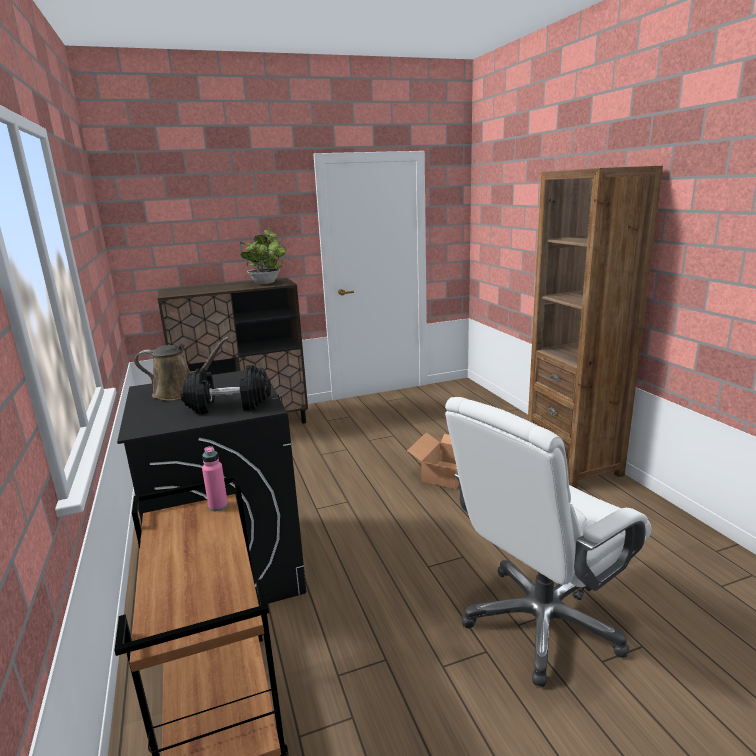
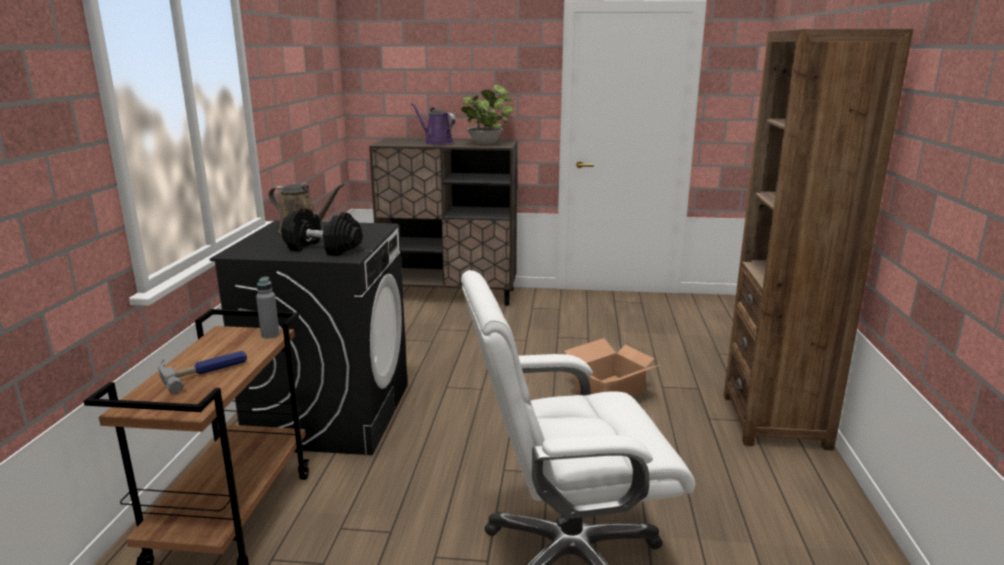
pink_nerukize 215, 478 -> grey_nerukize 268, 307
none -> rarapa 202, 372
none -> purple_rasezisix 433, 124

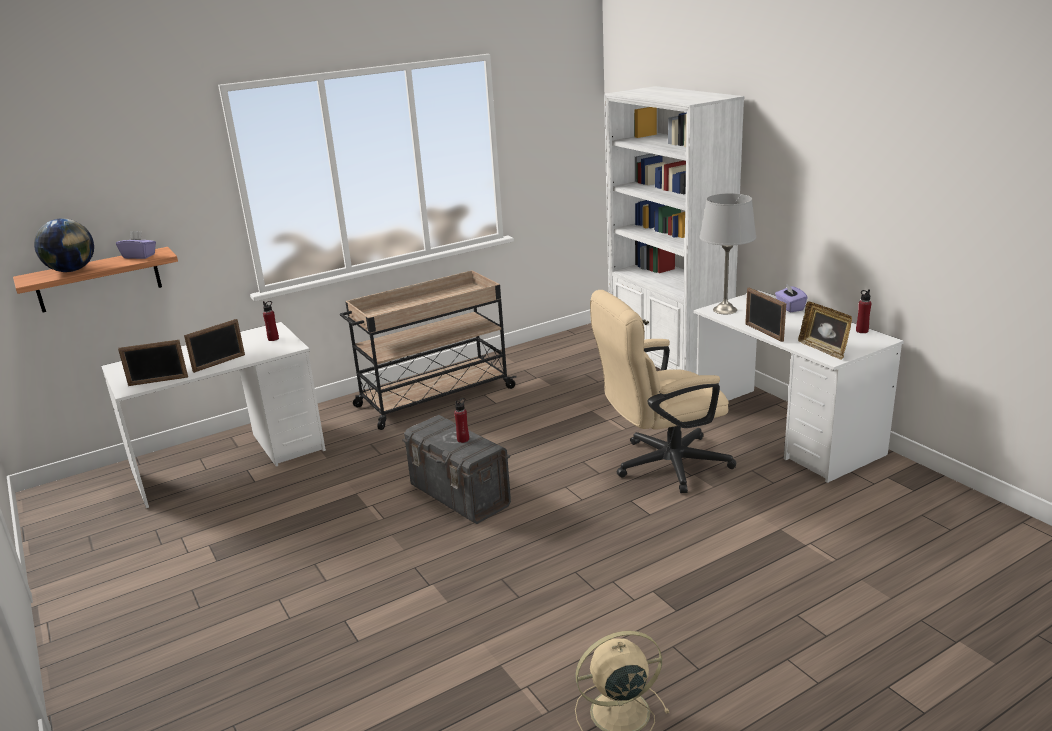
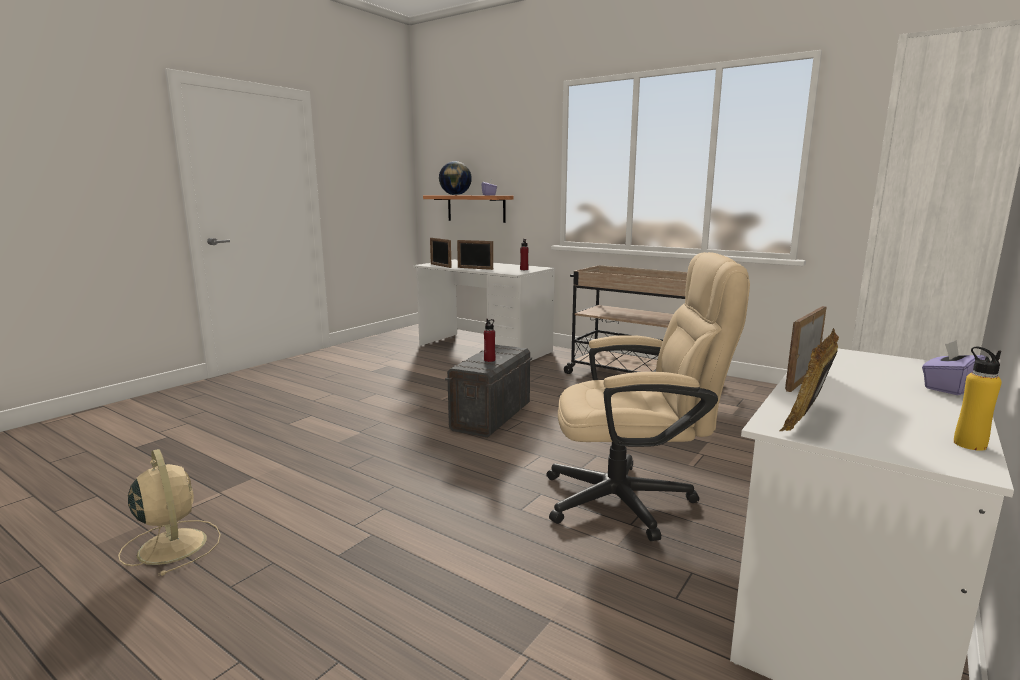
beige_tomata 663, 391 -> beige_tomata 648, 396, 135 degrees clockwise
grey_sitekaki 728, 253 -> none
red_nerukize 864, 311 -> yellow_nerukize 978, 399

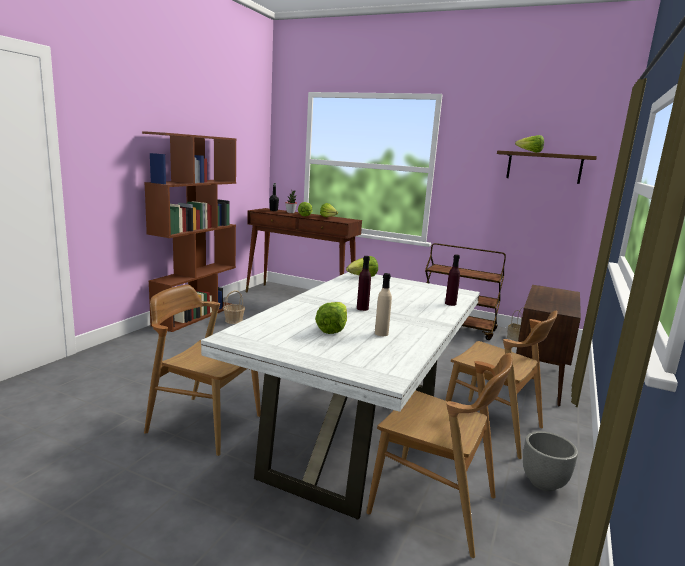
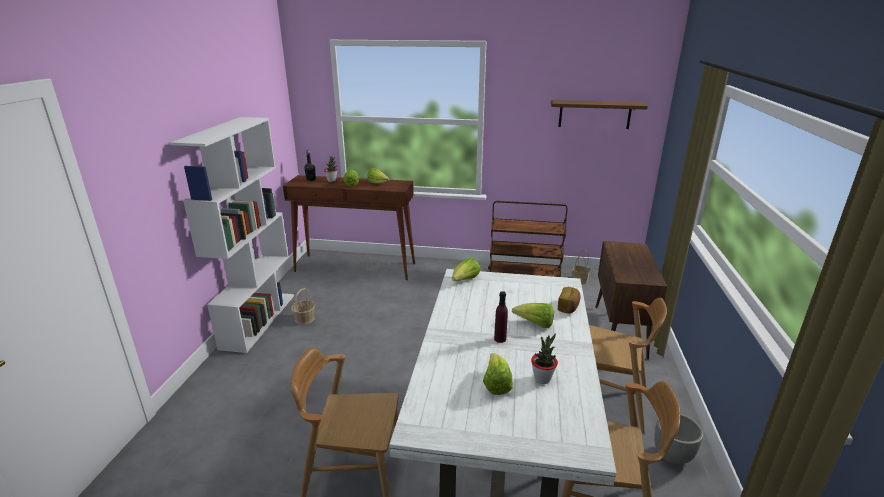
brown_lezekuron 189, 231 -> white_lezekuron 232, 235
beige_nerukize 383, 304 -> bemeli 544, 358
purple_nerukize 452, 280 -> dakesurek 569, 300
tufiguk 529, 144 -> tufiguk 533, 315, move

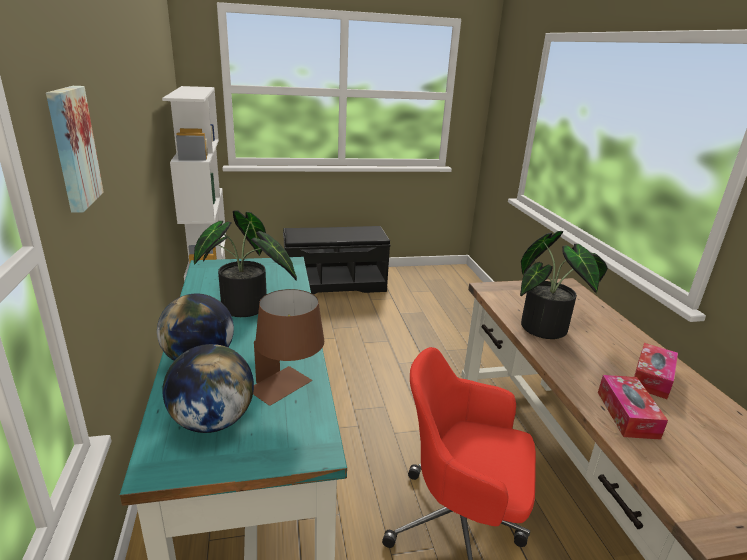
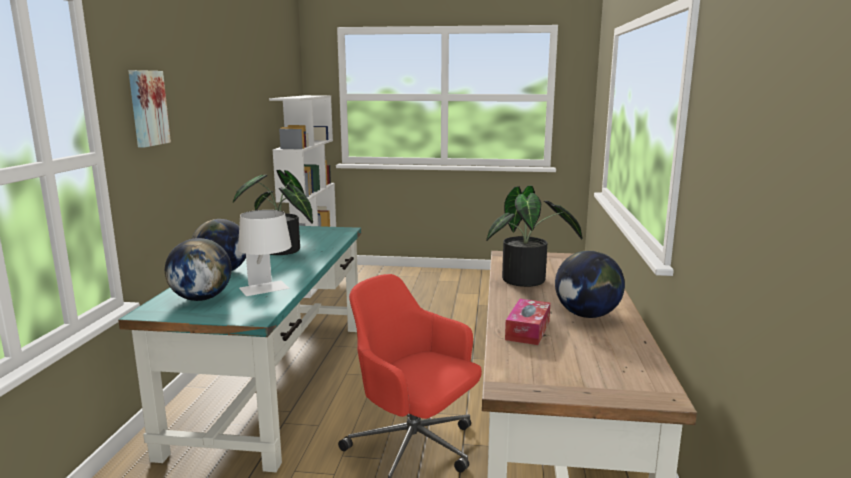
brown_sitekaki 288, 347 -> white_sitekaki 265, 253
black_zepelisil 336, 260 -> none
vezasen 656, 371 -> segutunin 590, 284

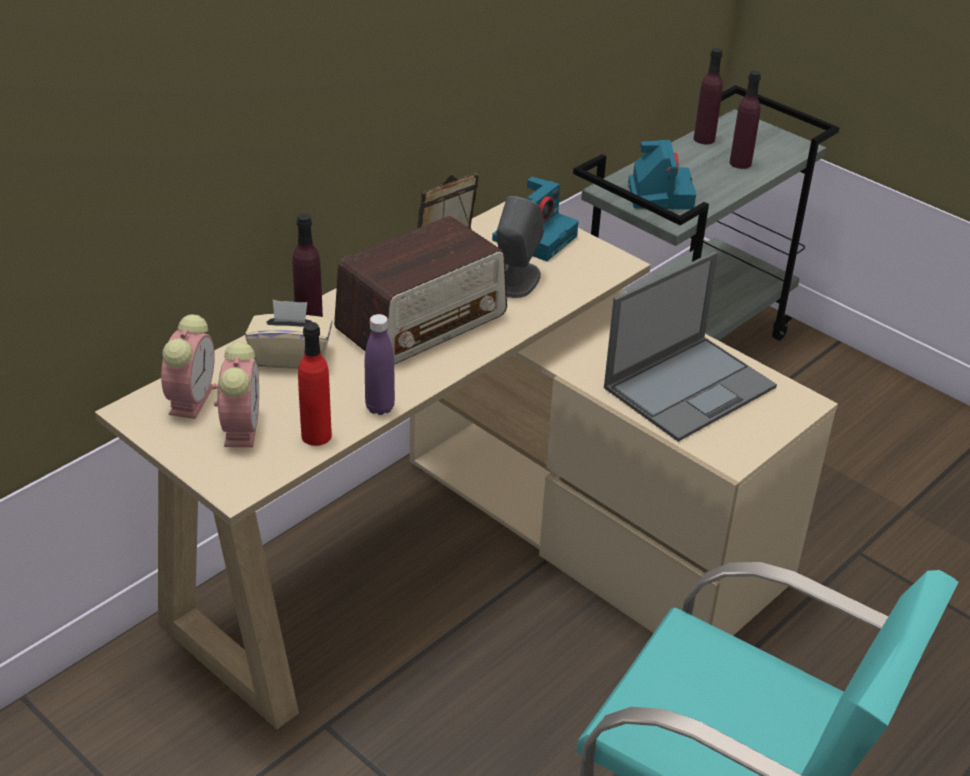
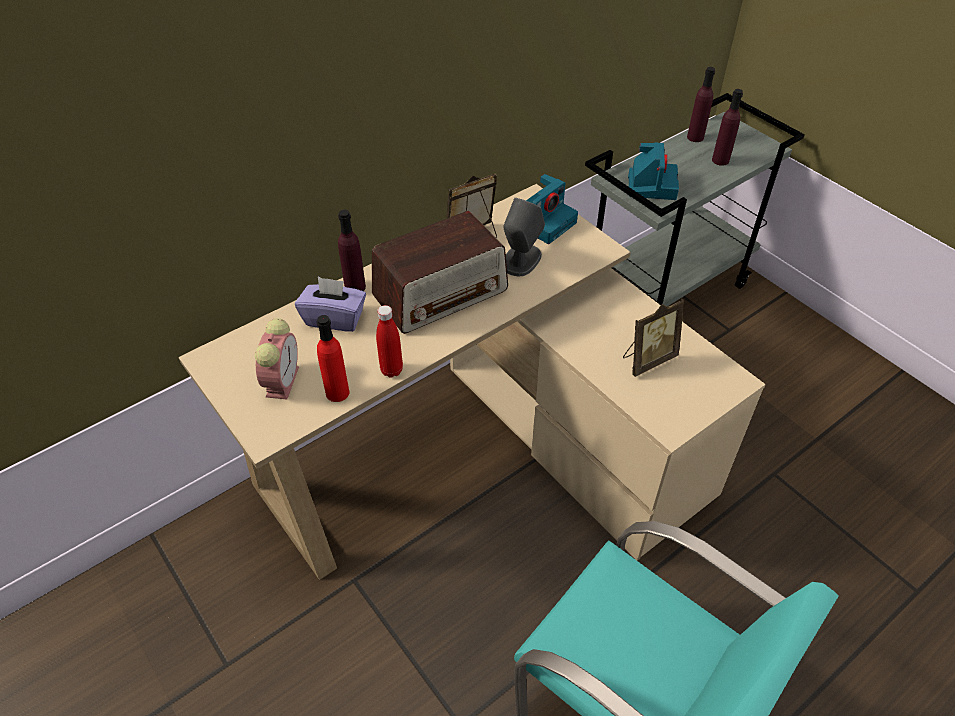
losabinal 188, 367 -> none
beige_vezasen 289, 334 -> purple_vezasen 330, 304
purple_nerukize 380, 364 -> red_nerukize 389, 341
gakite 690, 346 -> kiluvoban 653, 338

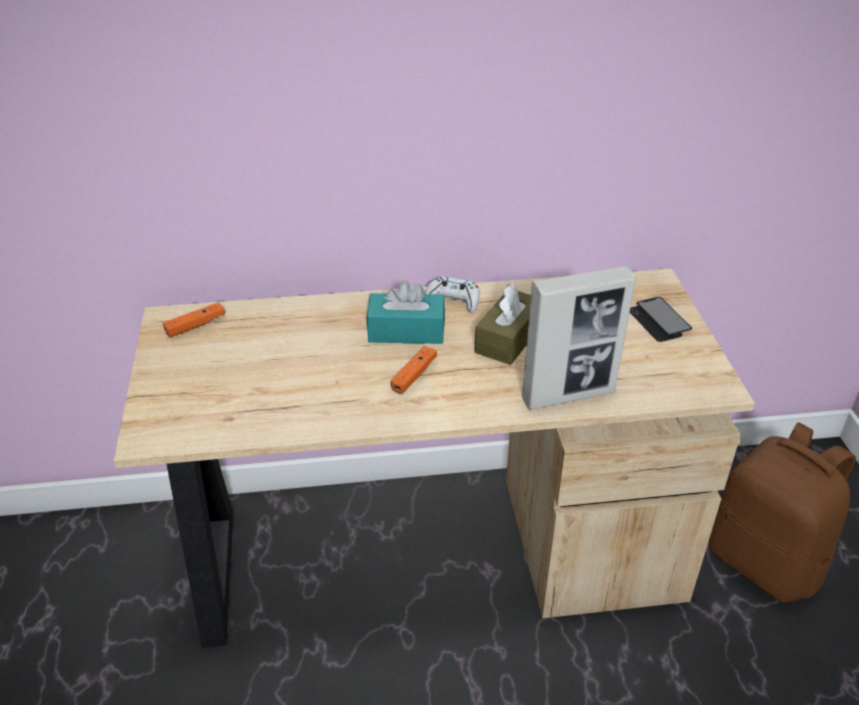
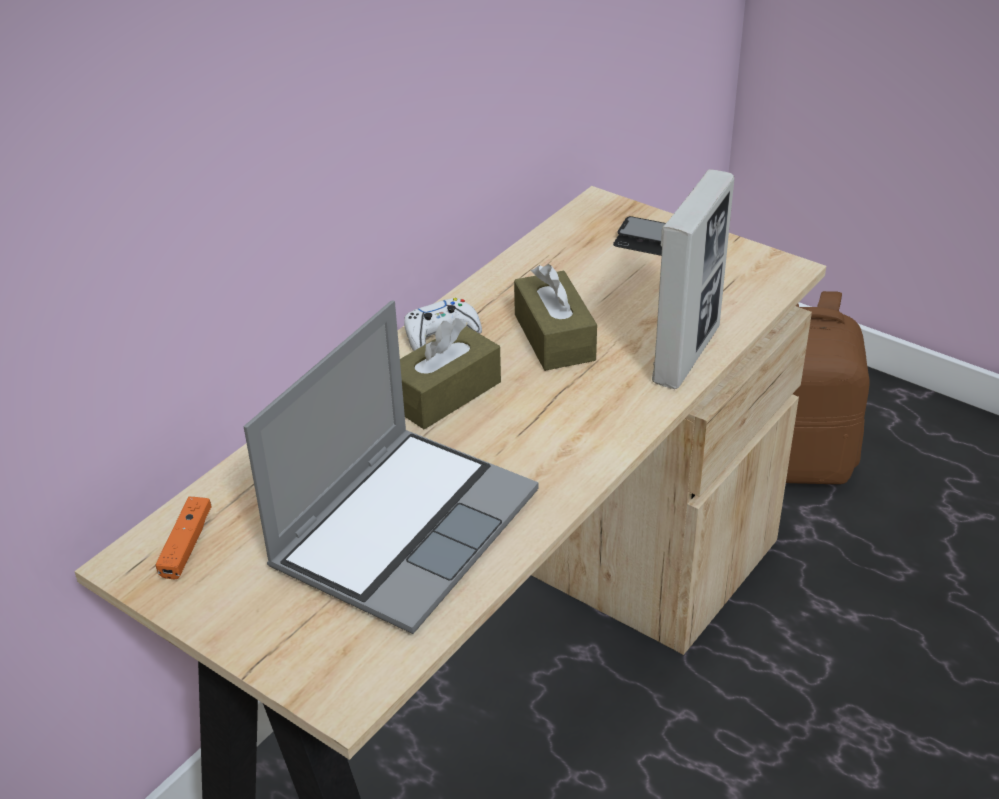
turquoise_vezasen 406, 312 -> brown_vezasen 450, 373
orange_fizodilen 414, 370 -> none
none -> gakite 391, 467

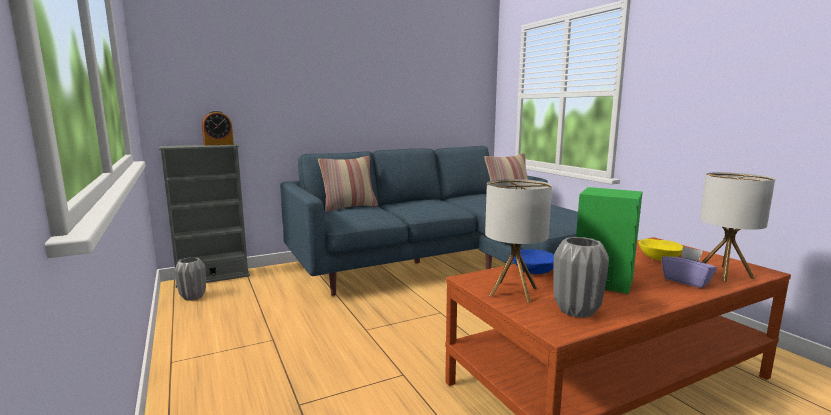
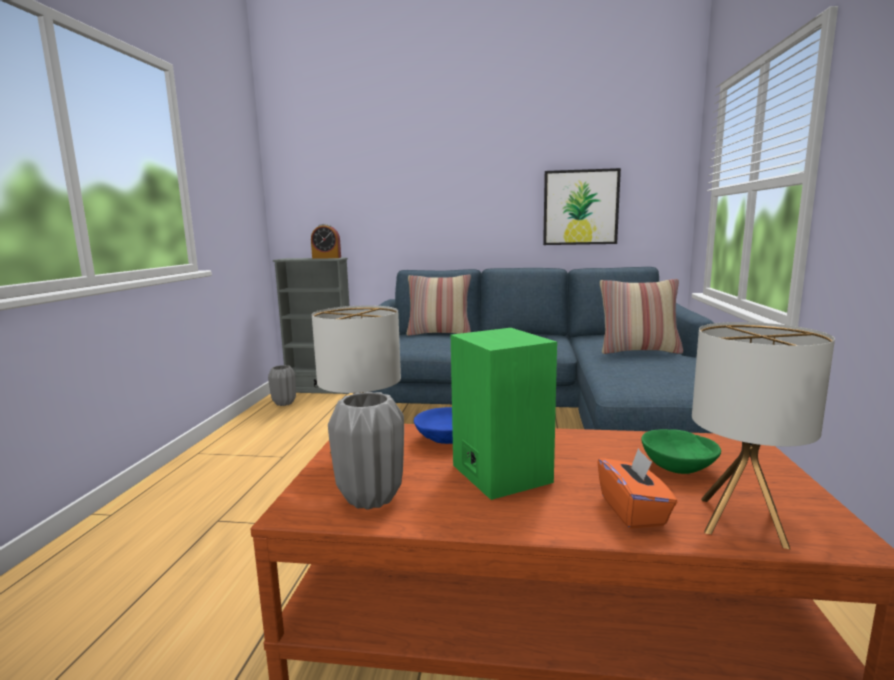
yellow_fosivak 660, 250 -> green_fosivak 681, 451
purple_vezasen 689, 267 -> orange_vezasen 637, 488
none -> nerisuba 582, 206

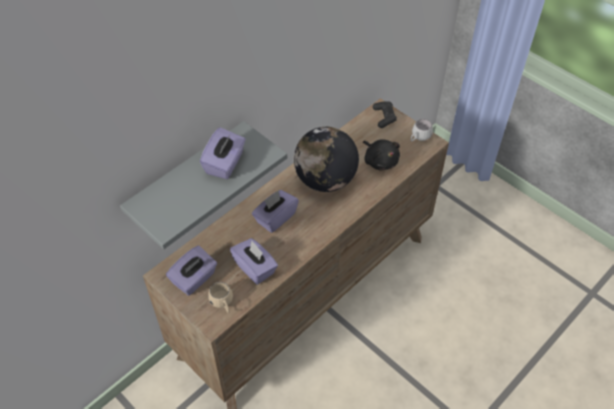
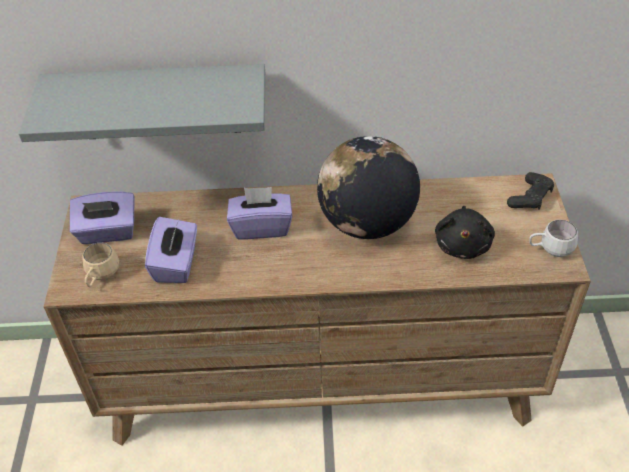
purple_vezasen 223, 153 -> none

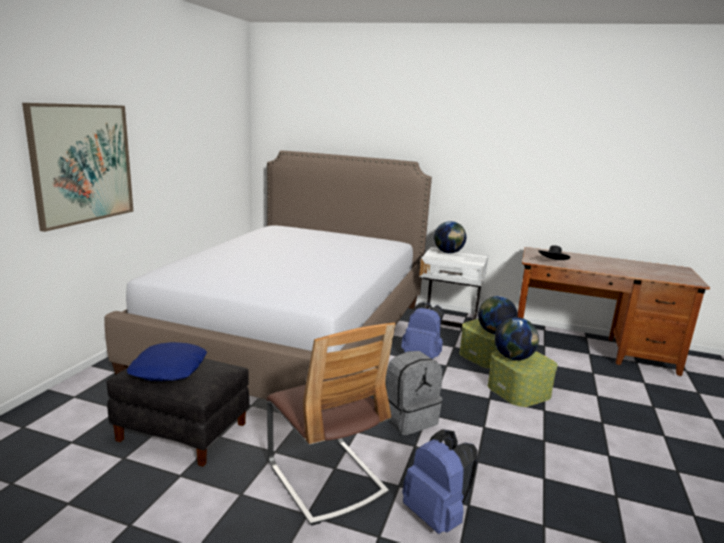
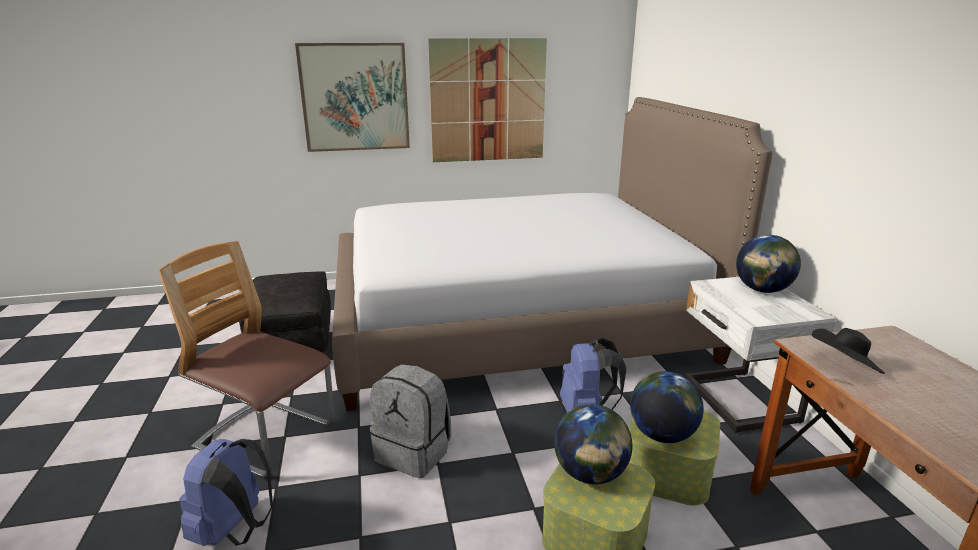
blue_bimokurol 167, 361 -> none
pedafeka 331, 424 -> pedafeka 246, 359, 90 degrees clockwise
none -> nerisuba 487, 100

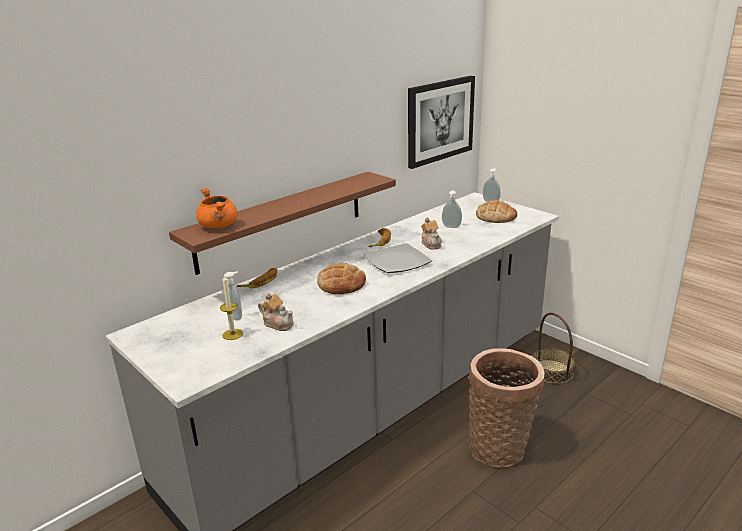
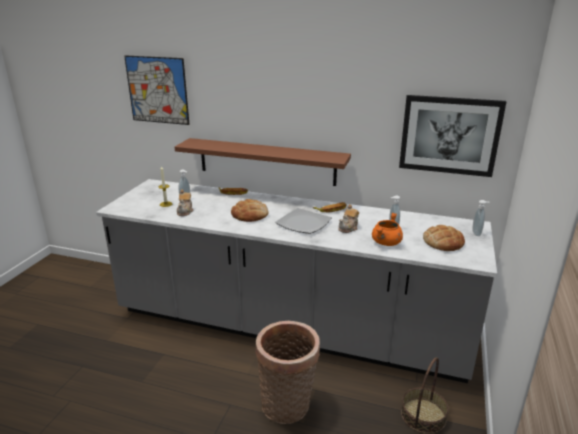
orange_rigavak 216, 208 -> orange_rigavak 387, 229, move
none -> nerisuba 157, 90

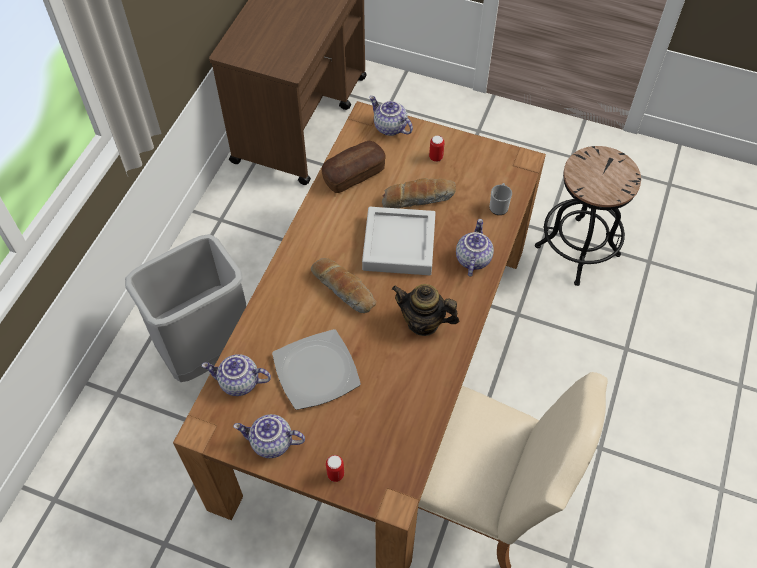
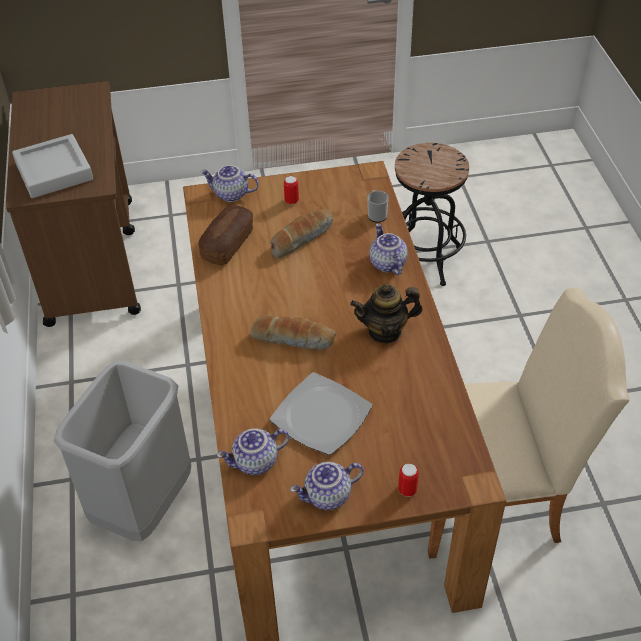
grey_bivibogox 399, 241 -> grey_bivibogox 52, 166, move

